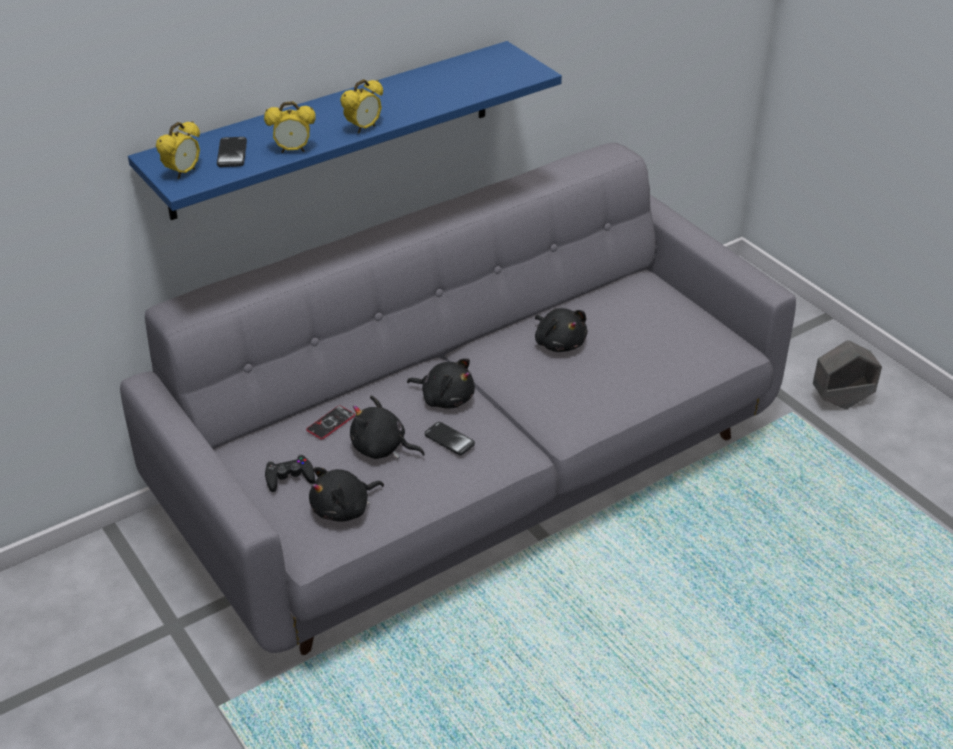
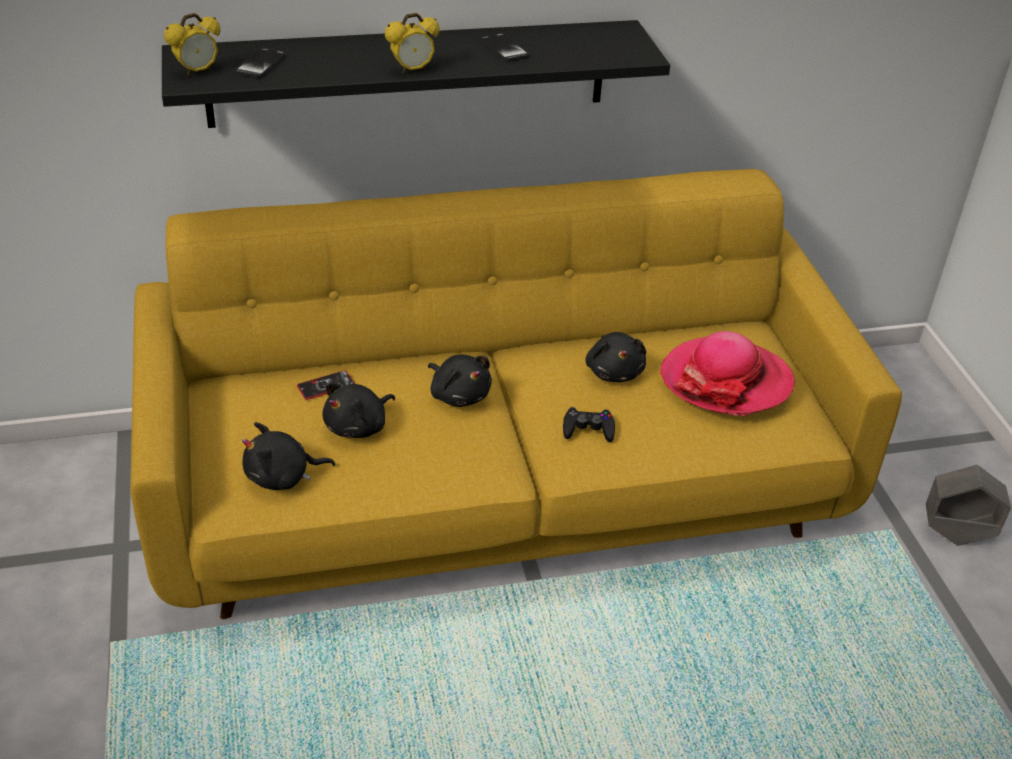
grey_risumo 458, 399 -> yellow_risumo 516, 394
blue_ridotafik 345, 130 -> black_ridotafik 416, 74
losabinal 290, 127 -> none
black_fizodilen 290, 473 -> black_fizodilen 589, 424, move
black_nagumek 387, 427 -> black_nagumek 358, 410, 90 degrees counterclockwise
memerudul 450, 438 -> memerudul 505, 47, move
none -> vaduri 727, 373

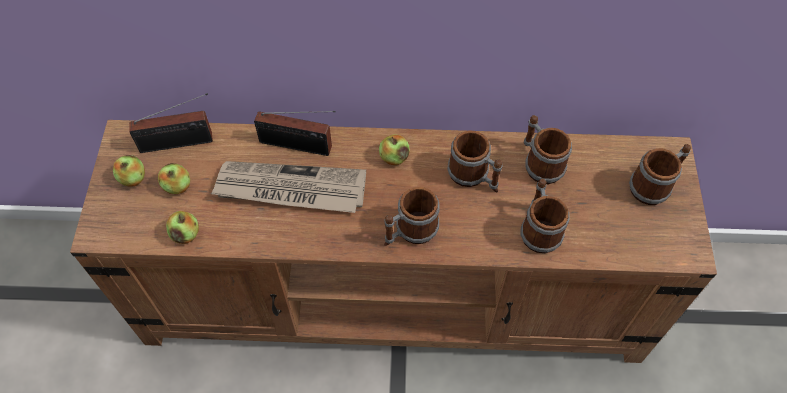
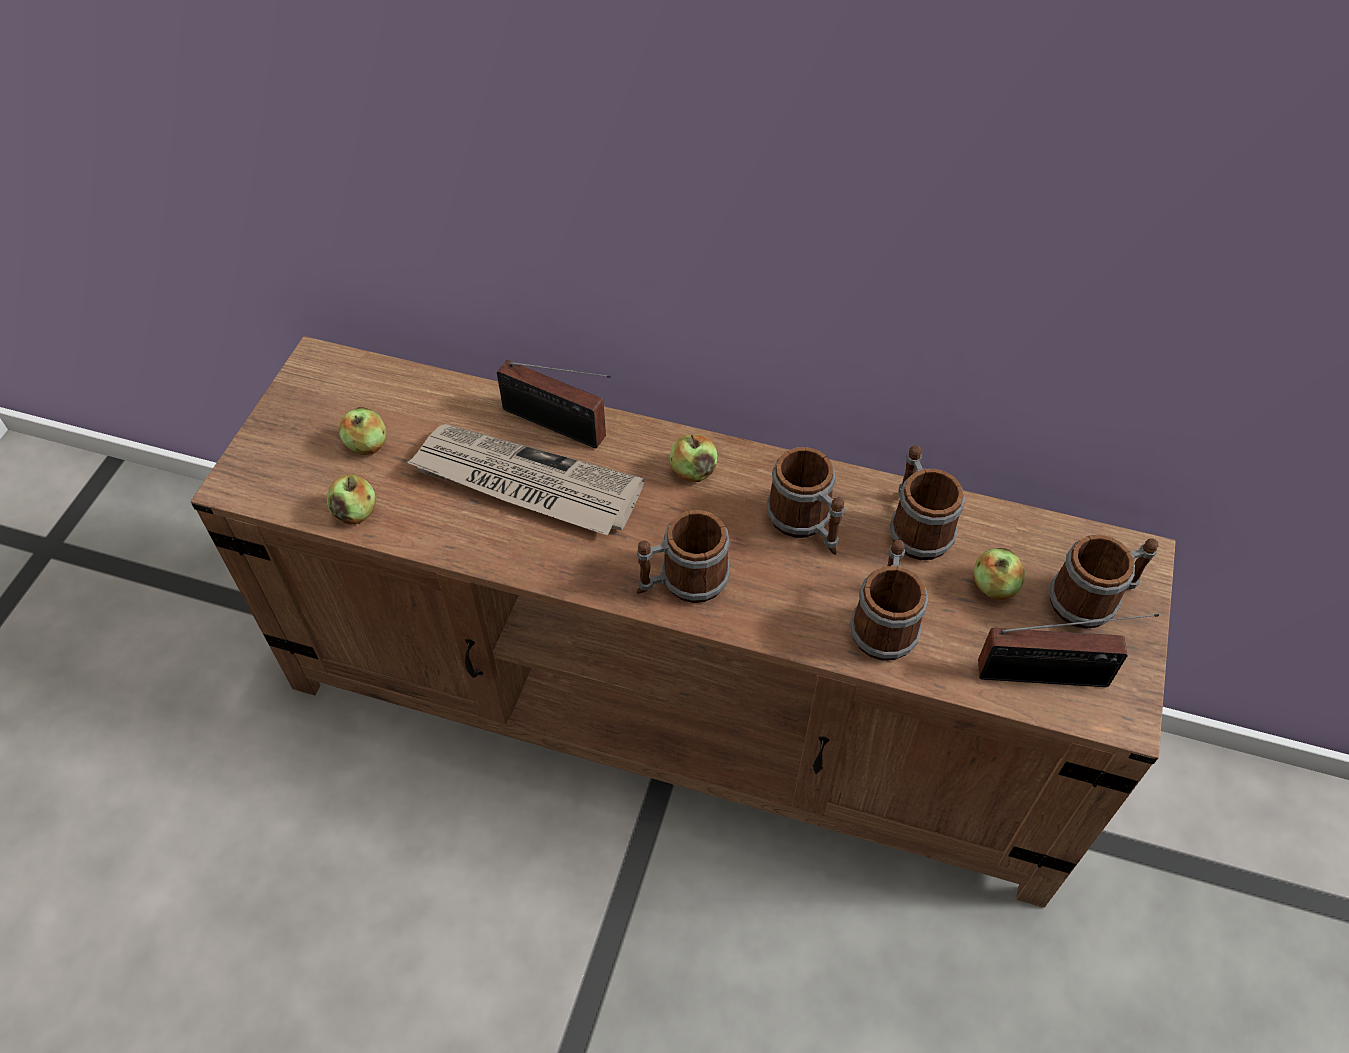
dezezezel 129, 171 -> dezezezel 999, 574, move
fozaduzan 171, 123 -> fozaduzan 1068, 650, move

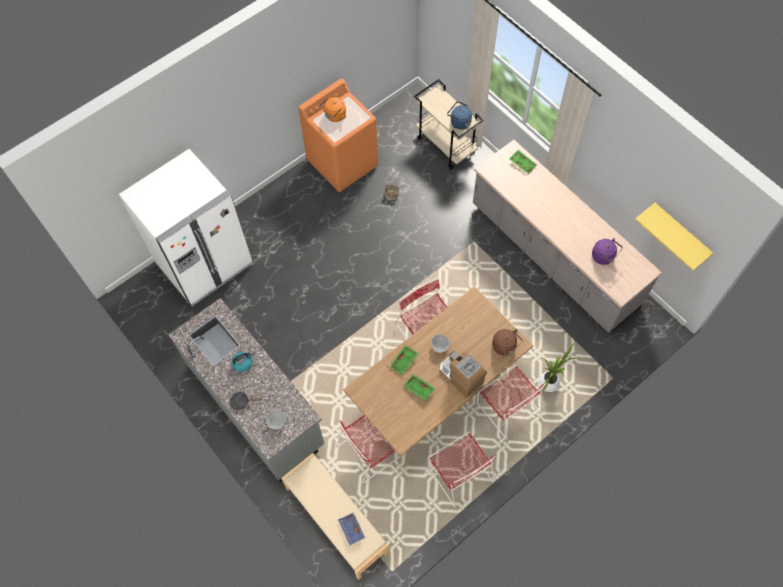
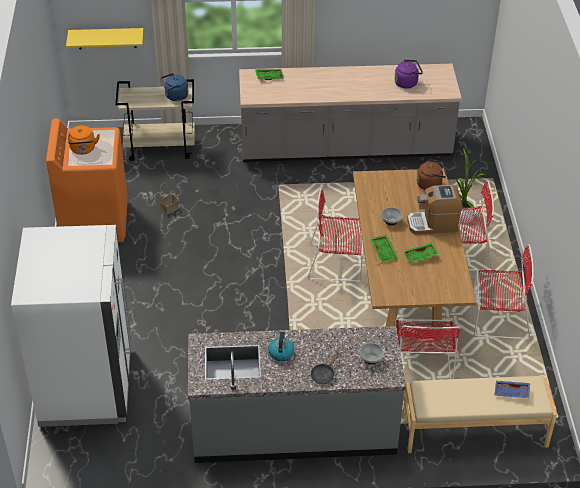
yellow_ridotafik 674, 237 -> yellow_ridotafik 104, 38, move

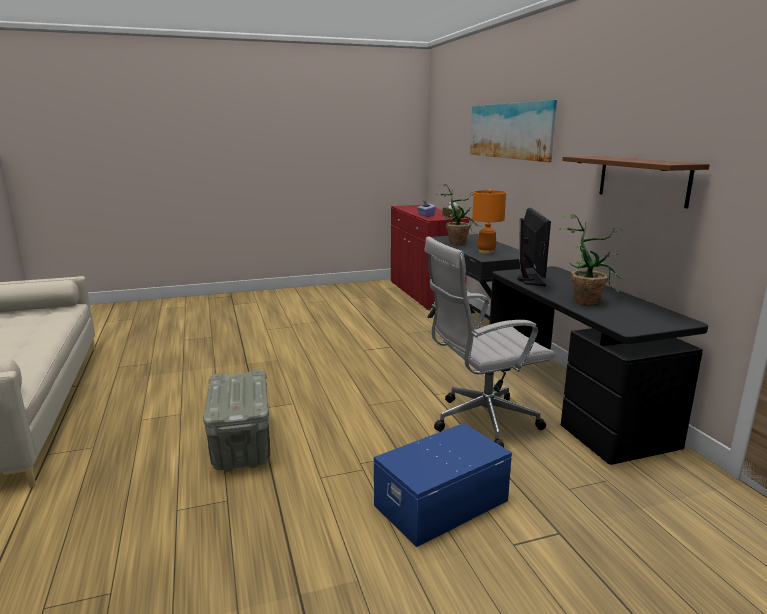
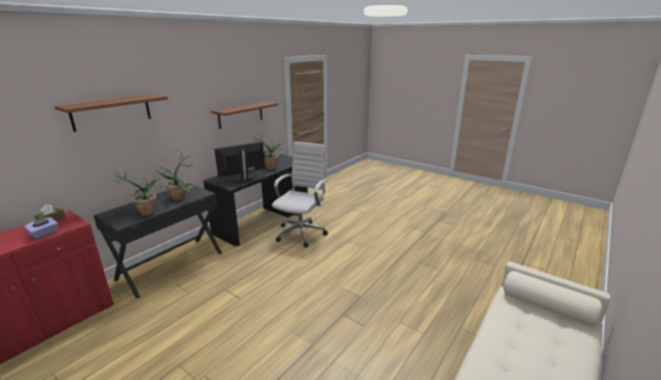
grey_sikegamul 236, 420 -> none
blue_sikegamul 443, 485 -> none
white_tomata 489, 341 -> white_tomata 300, 195, 105 degrees counterclockwise
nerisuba 513, 131 -> brown_ridotafik 111, 113
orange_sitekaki 489, 221 -> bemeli 174, 174

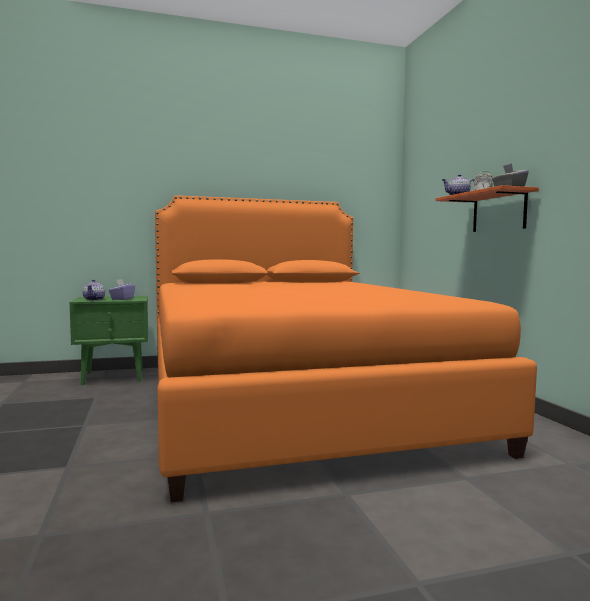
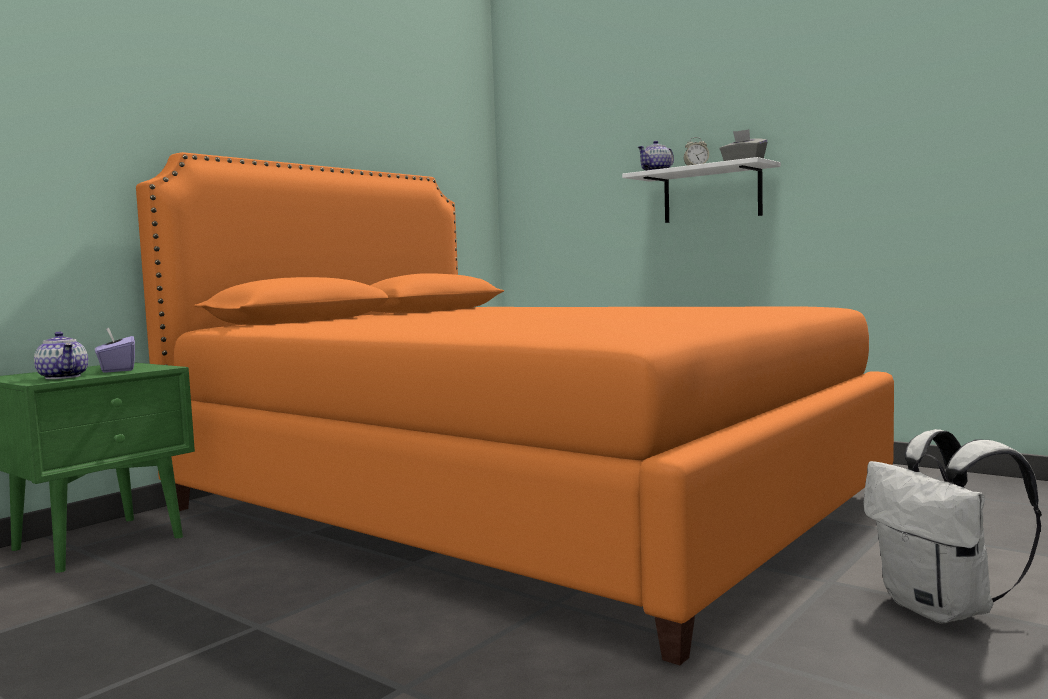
orange_ridotafik 487, 208 -> white_ridotafik 701, 190
none -> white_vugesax 952, 526

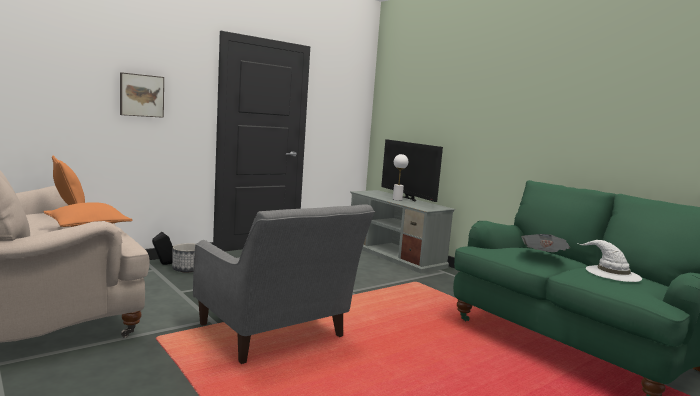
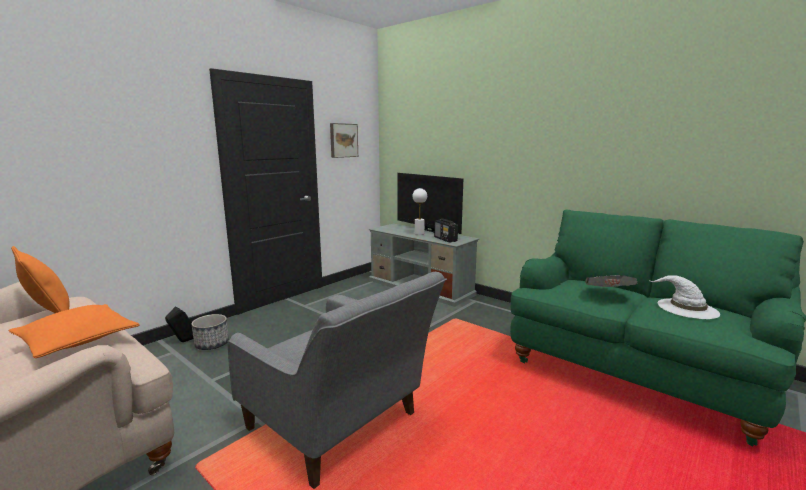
nerisuba 142, 95 -> nerisuba 344, 140, move
none -> fozaduzan 446, 231

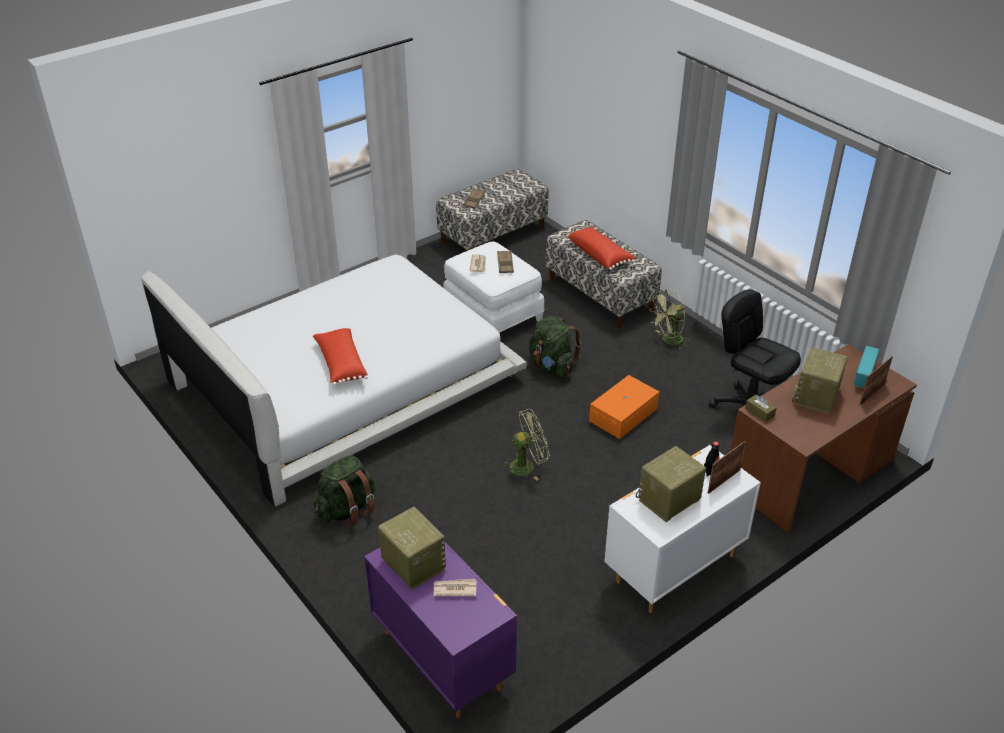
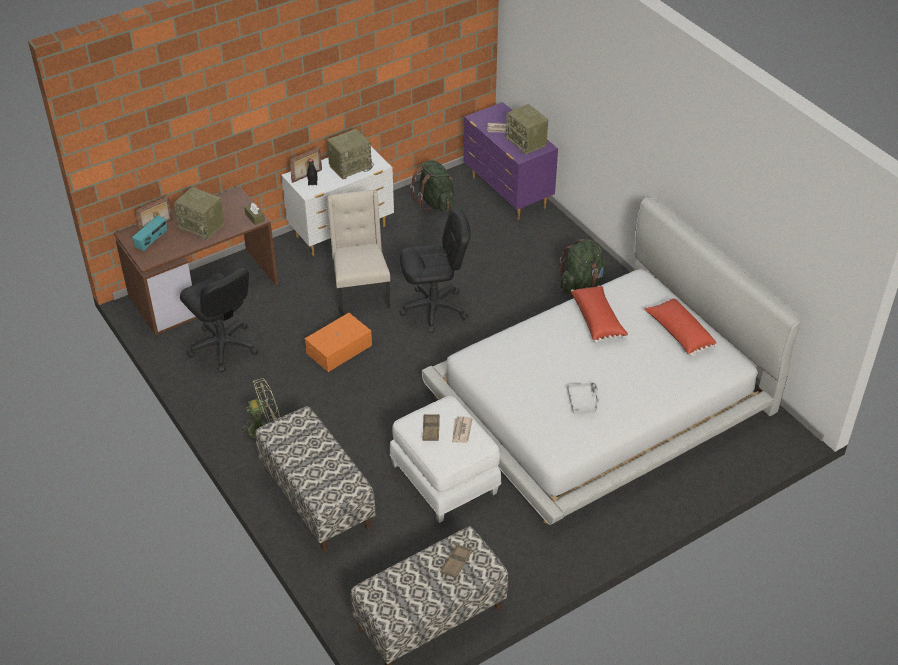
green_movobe 525, 444 -> black_tomata 435, 271
green_vugesax 555, 346 -> green_vugesax 432, 186, move
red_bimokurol 601, 248 -> red_bimokurol 680, 327, move
fozaduzan 820, 380 -> fozaduzan 199, 213, 90 degrees clockwise
none -> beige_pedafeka 358, 252
none -> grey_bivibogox 582, 398

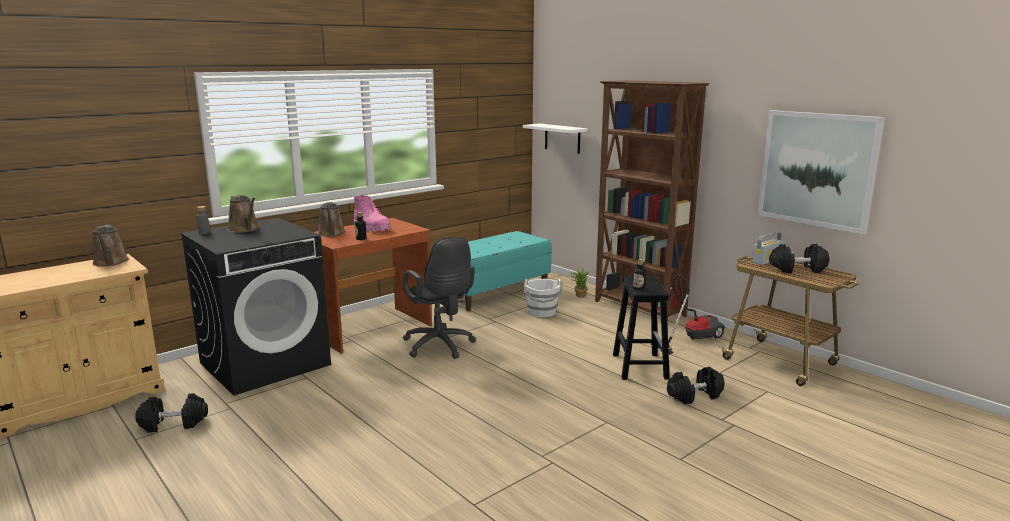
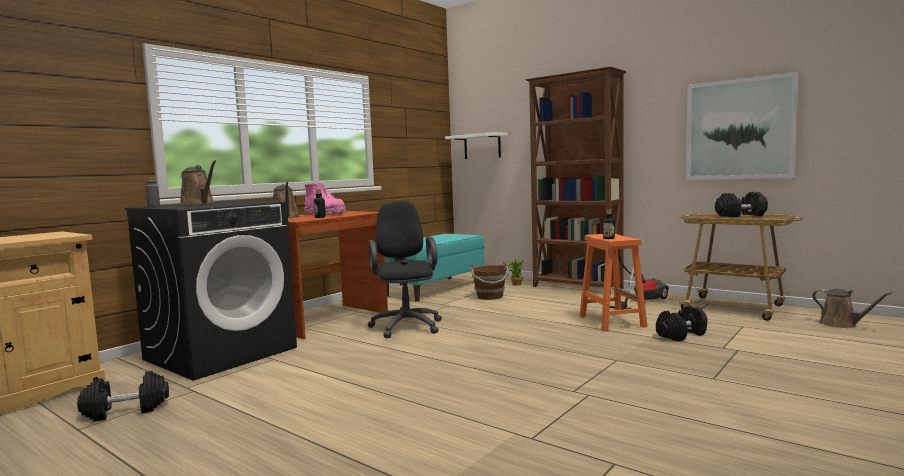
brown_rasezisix 110, 246 -> brown_rasezisix 852, 308, move
black_tomata 439, 298 -> black_tomata 405, 269, 150 degrees counterclockwise
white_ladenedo 543, 298 -> brown_ladenedo 490, 281
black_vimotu 641, 328 -> orange_vimotu 613, 282
fozaduzan 768, 248 -> none

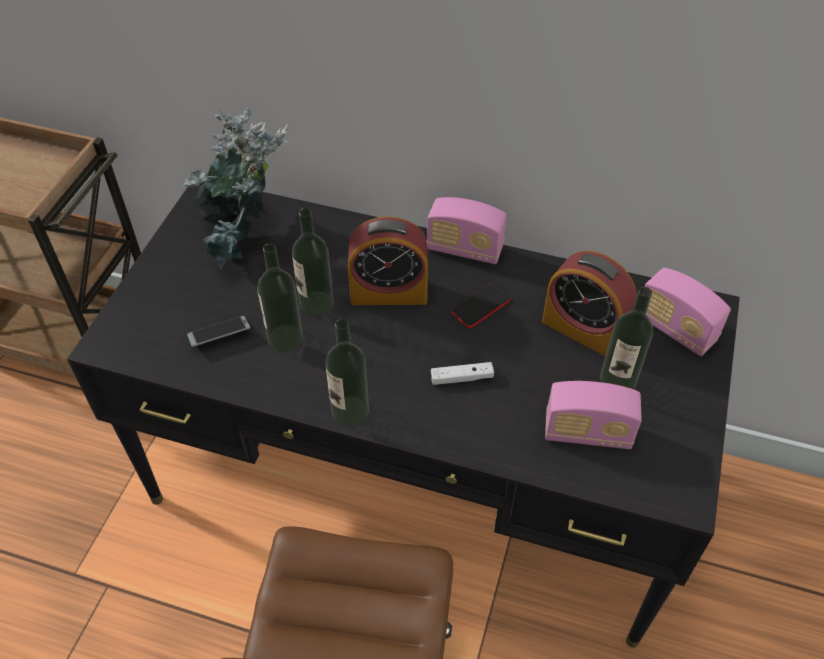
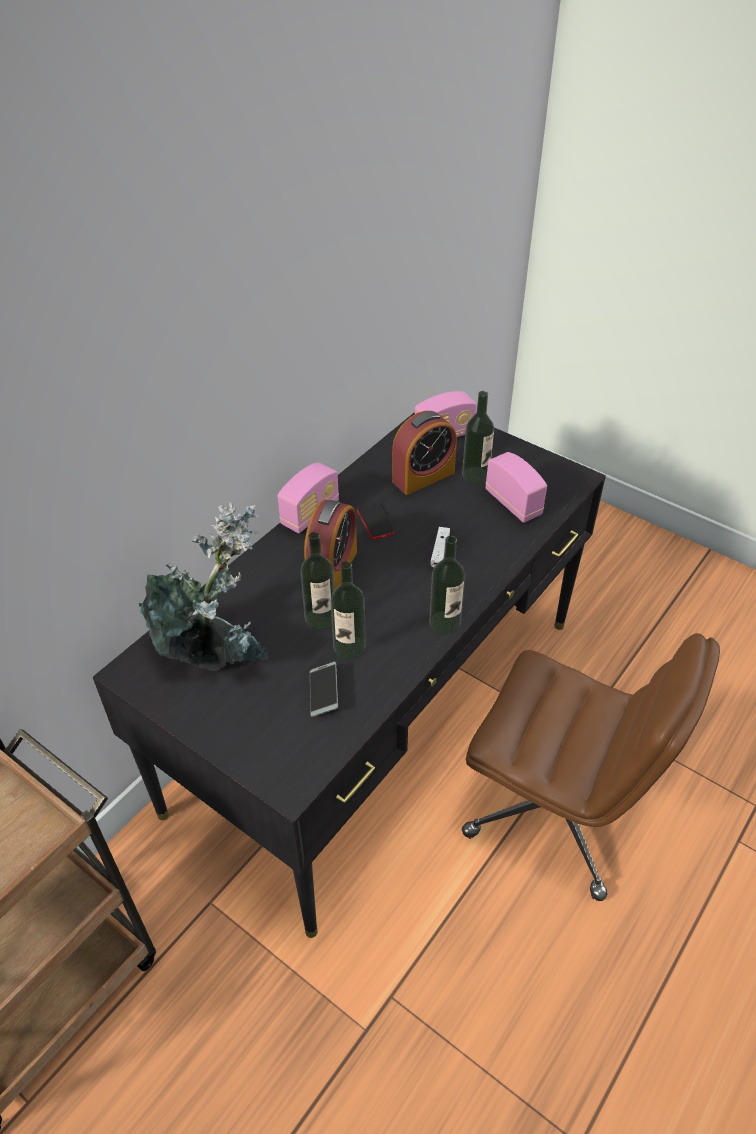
fozaduzan 593, 415 -> fozaduzan 516, 487, 60 degrees counterclockwise

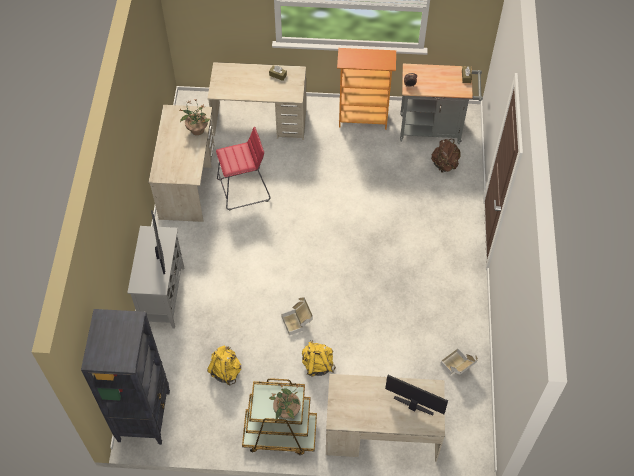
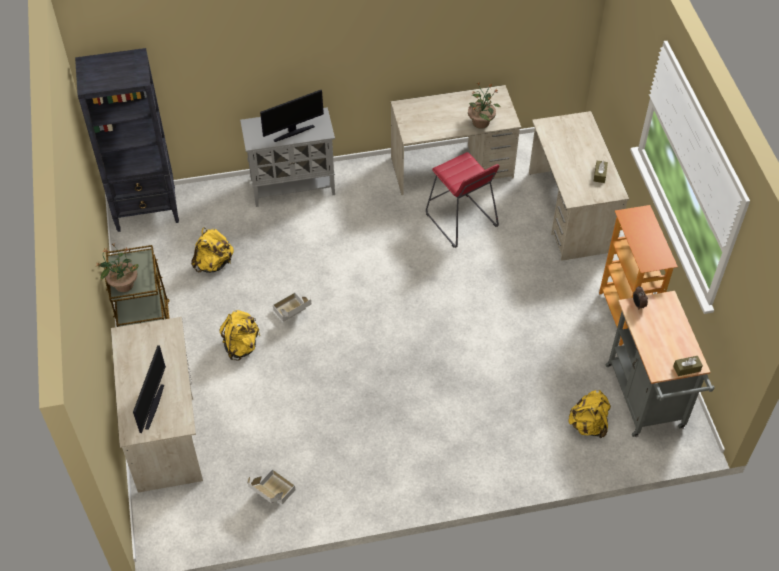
brown_vugesax 446, 156 -> yellow_vugesax 589, 414

